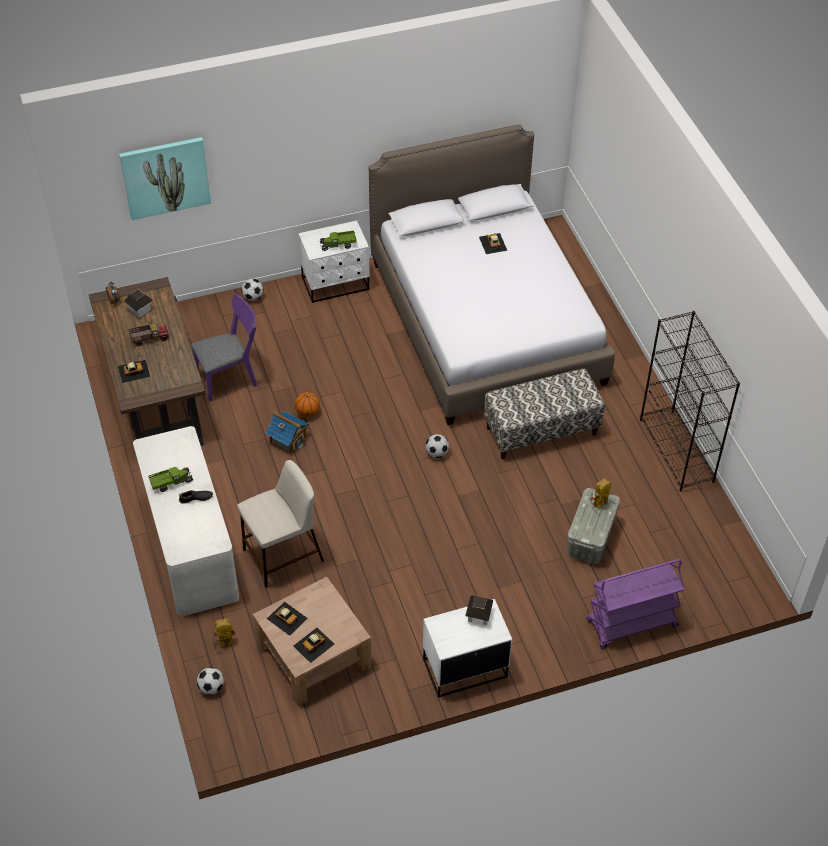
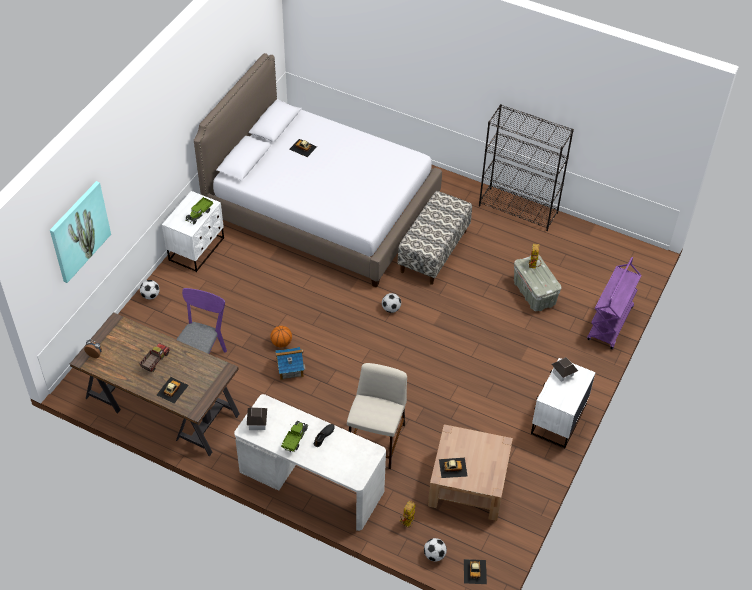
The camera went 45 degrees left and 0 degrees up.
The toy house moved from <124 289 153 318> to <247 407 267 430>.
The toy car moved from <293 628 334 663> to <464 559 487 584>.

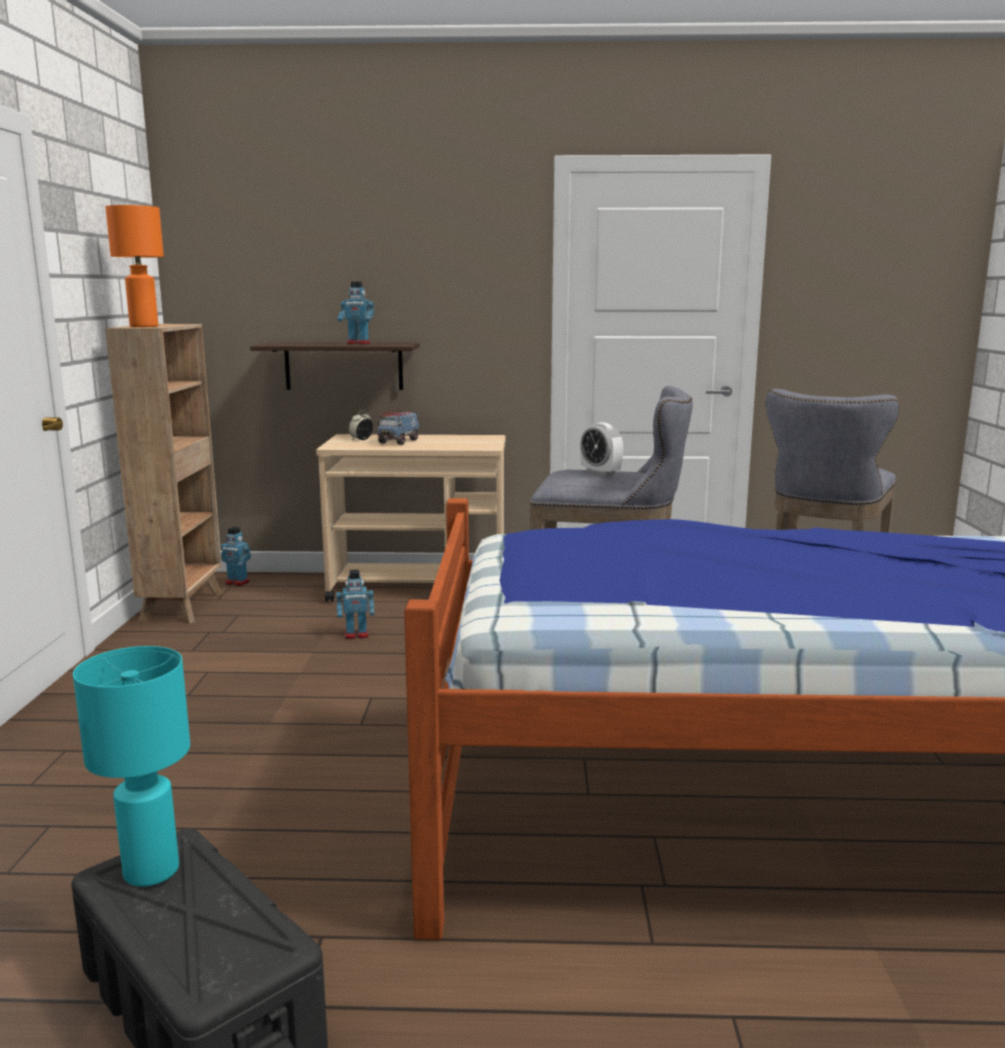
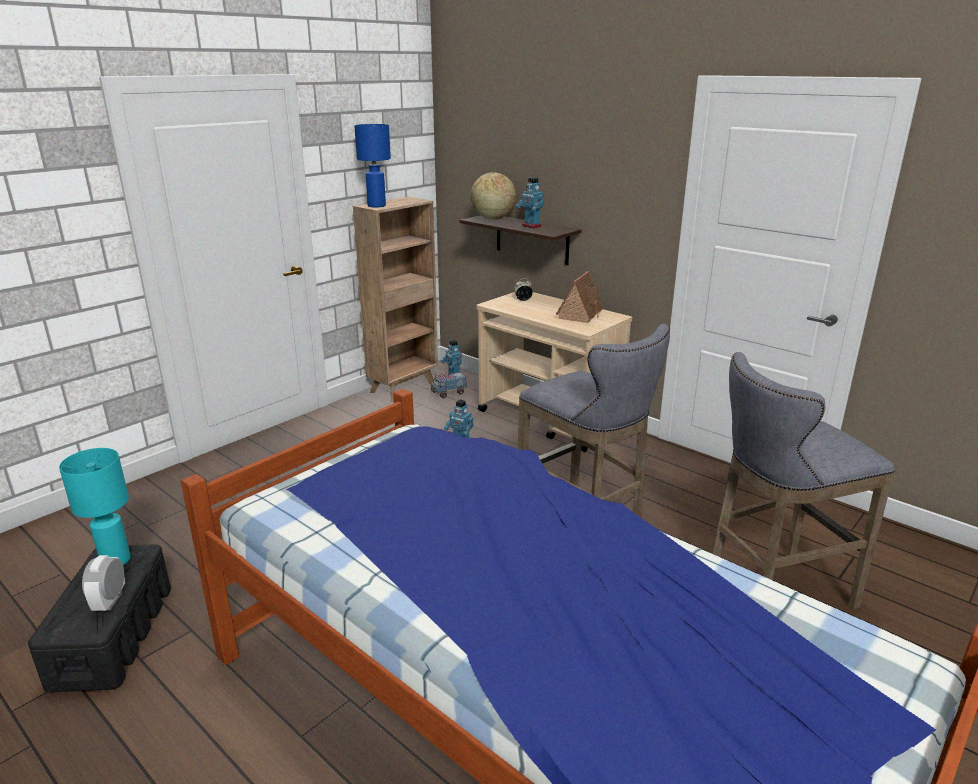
The camera went 40 degrees right and 10 degrees up.
The table lamp (orange) at <105 205 164 327> became the table lamp (blue) at <354 124 391 207>.
The toy truck moved from <377 410 419 445> to <430 371 467 398>.
The alarm clock moved from <580 422 623 476> to <82 555 125 611>.
The globe at <471 172 516 220> appeared.
The toy house at <556 271 603 323> appeared.

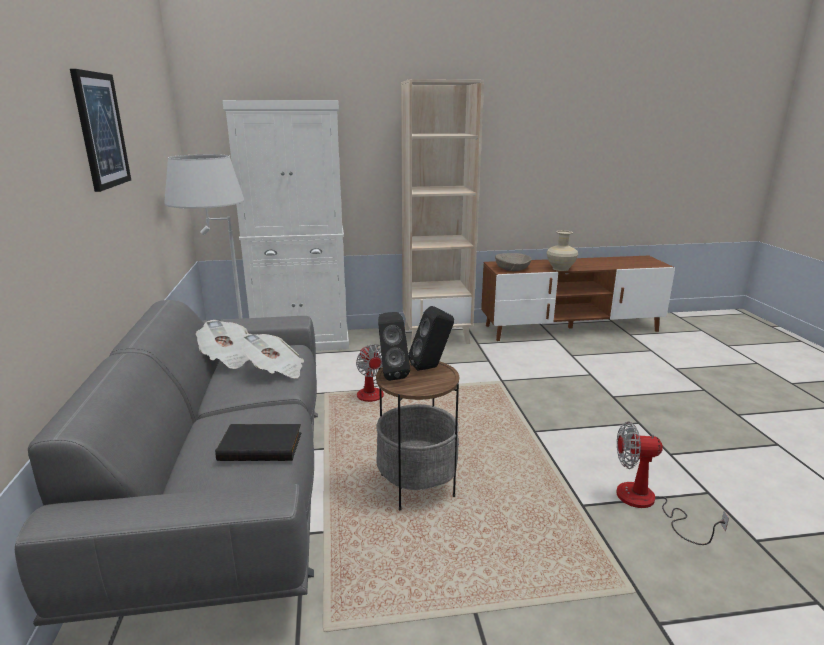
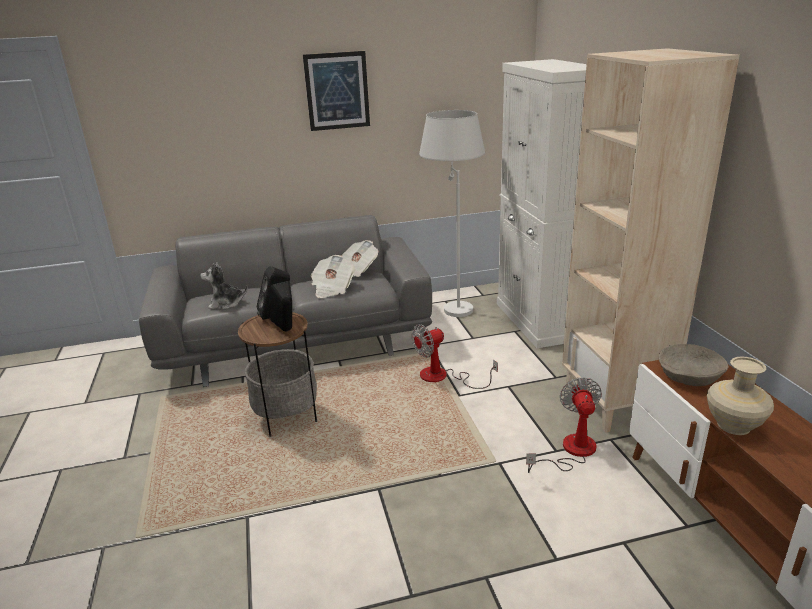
The camera went 85 degrees right and 5 degrees up.
The fan moved from <616 421 729 545> to <526 377 602 473>.
The book (black) at <215 424 301 461> was replaced by the plush toy at <200 263 248 310>.

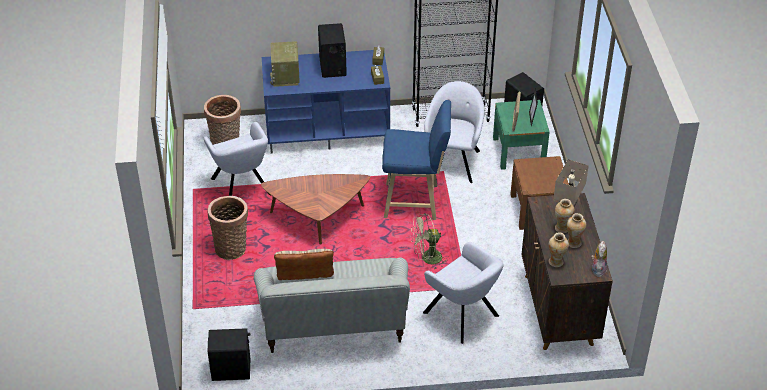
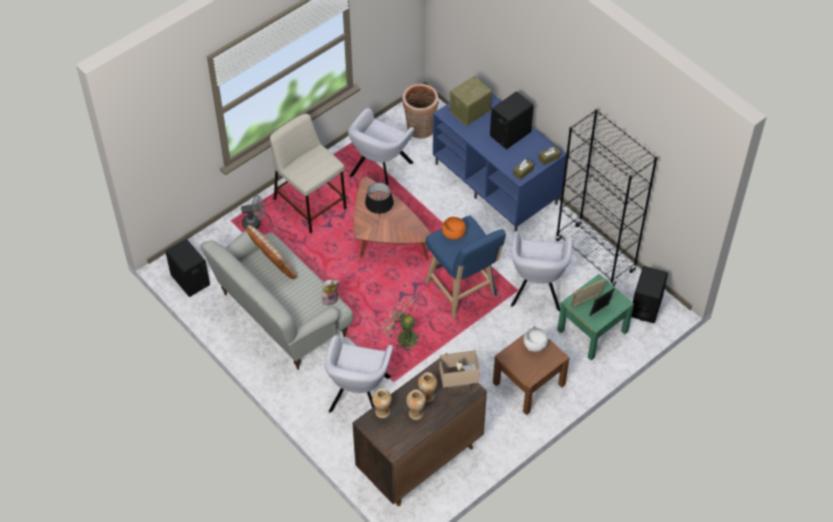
The camera went 55 degrees right and 10 degrees up.
The armchair (grey) at <424 81 485 183> turned 120 degrees clockwise.
The basket at <208 196 248 260> was replaced by the stool (beige) at <270 114 347 233>.
The plush toy moved from <591 241 607 277> to <322 279 340 306>.
The table lamp (black) at <365 182 394 214> appeared.
The fan (grey) at <241 195 265 229> appeared.
The bowl (orange) at <442 217 466 240> appeared.
The bowl (white) at <524 327 548 352> appeared.

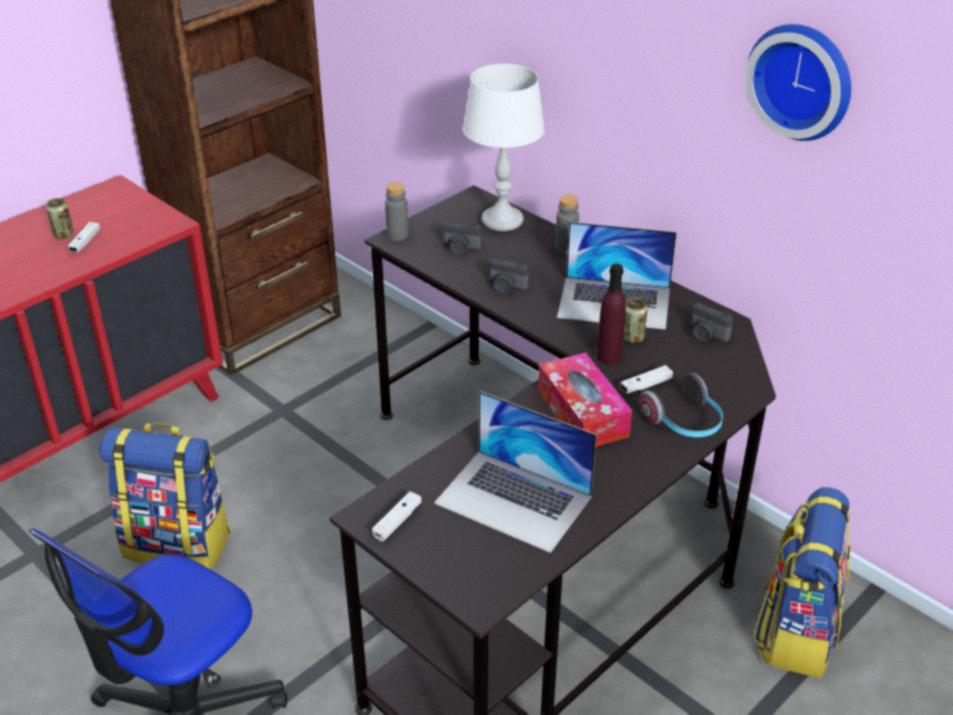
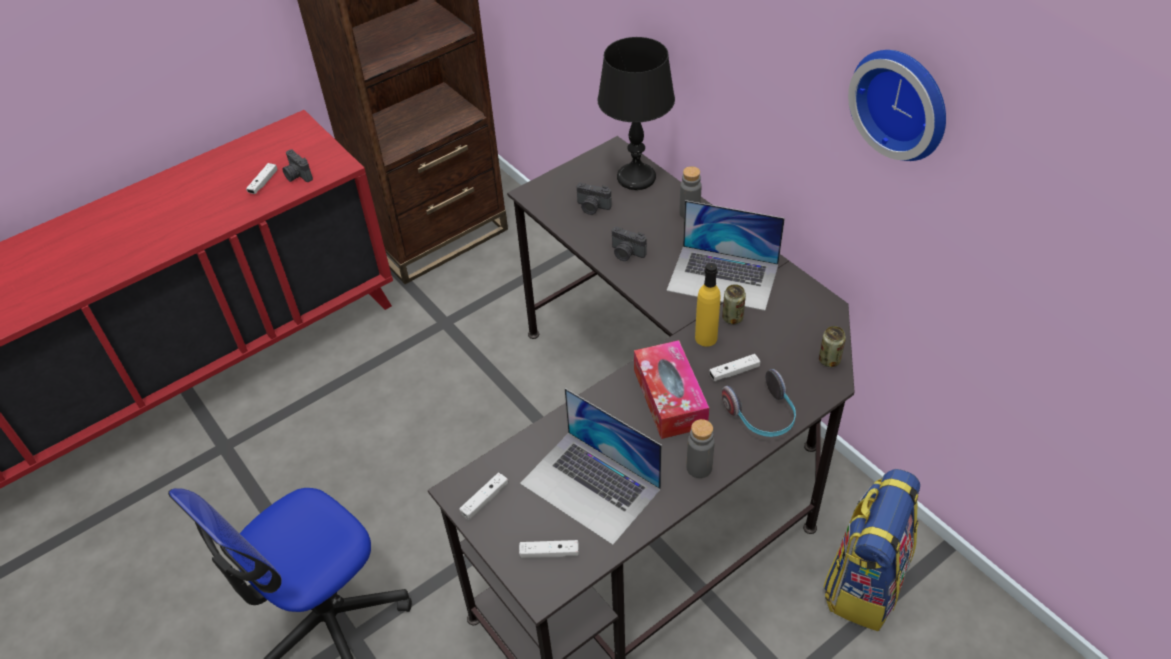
The camera went 10 degrees right and 10 degrees up.
The table lamp (white) at <463 64 545 231> became the table lamp (black) at <597 37 675 190>.
The bottle (grey) moved from <385 182 409 241> to <686 419 715 478>.
The can moved from <46 198 74 239> to <819 326 846 367>.
The bottle (purple) at <597 263 626 365> became the bottle (yellow) at <695 263 721 347>.
The photo camera moved from <691 303 733 342> to <282 149 313 182>.
The backpack at <99 423 231 570> disappeared.
The game controller (white) at <519 540 579 558> appeared.

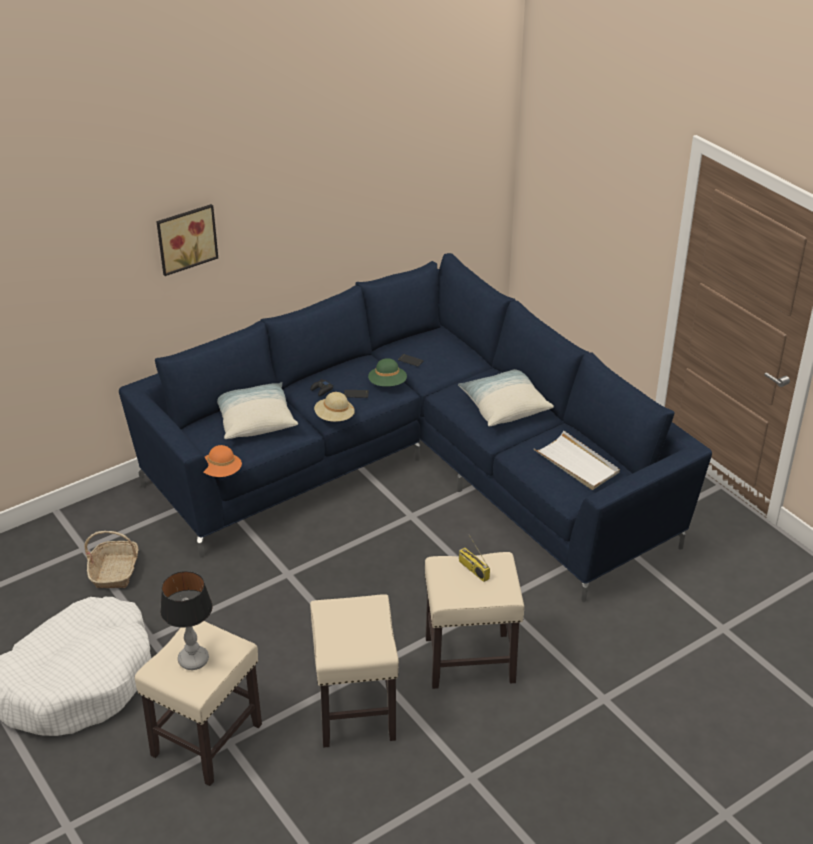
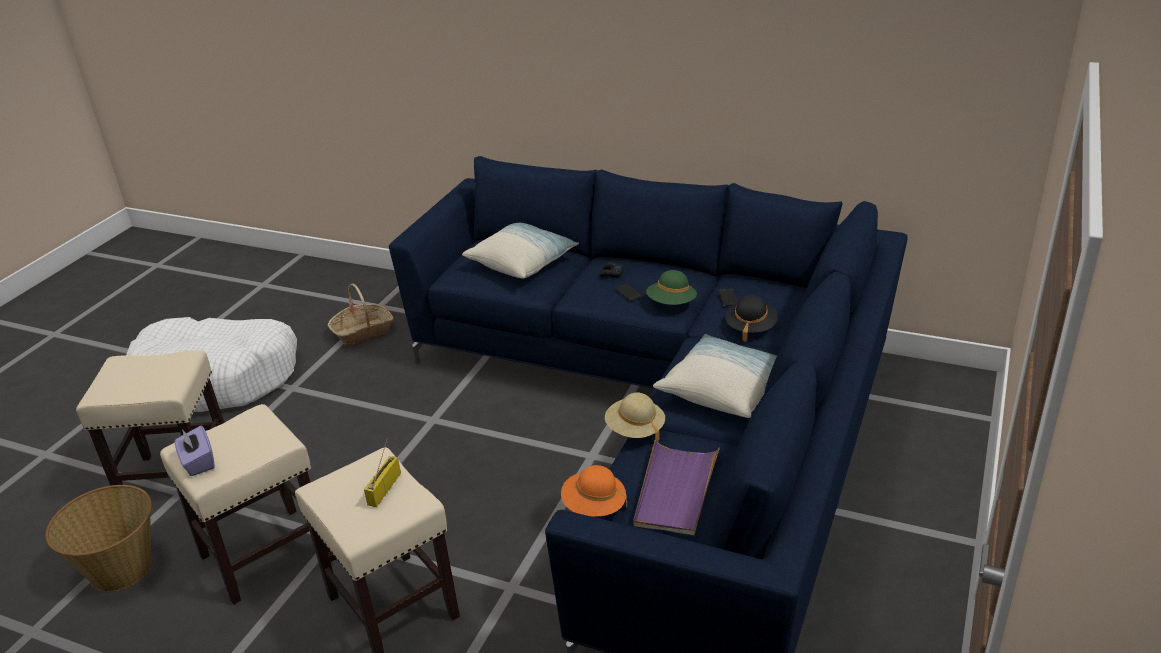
The camera went 60 degrees right and 5 degrees down.
The picture at <156 204 218 276> disappeared.
The hat (beige) moved from <314 392 355 422> to <605 392 665 442>.
The tray (white) at <534 430 620 490> became the tray (purple) at <633 439 720 535>.
The hat (orange) moved from <203 445 242 477> to <561 465 627 517>.
The table lamp at <160 571 212 670> disappeared.
The hat (black) at <725 295 778 342> appeared.
The tissue box (purple) at <175 425 215 476> appeared.
The basket at <45 485 152 592> appeared.

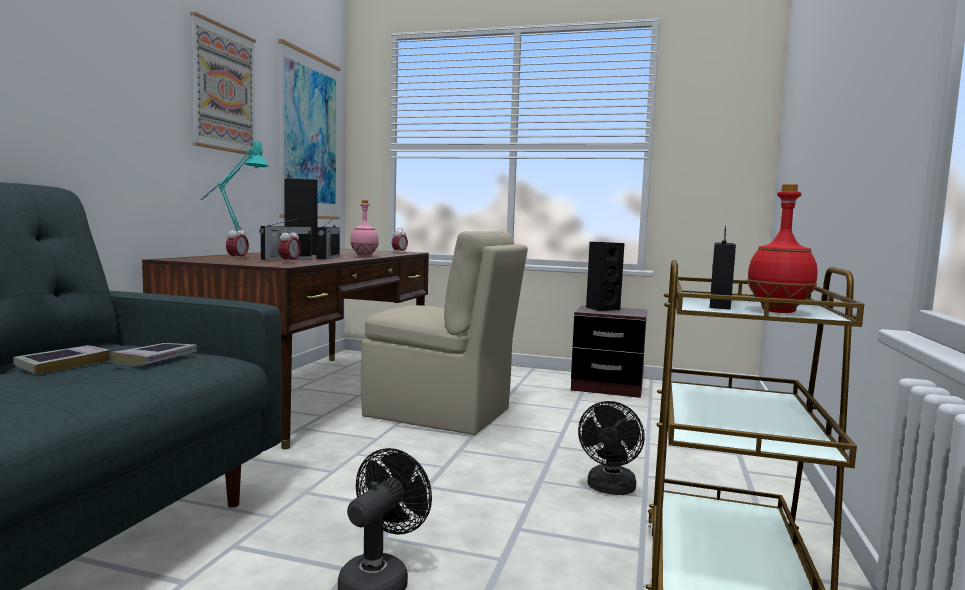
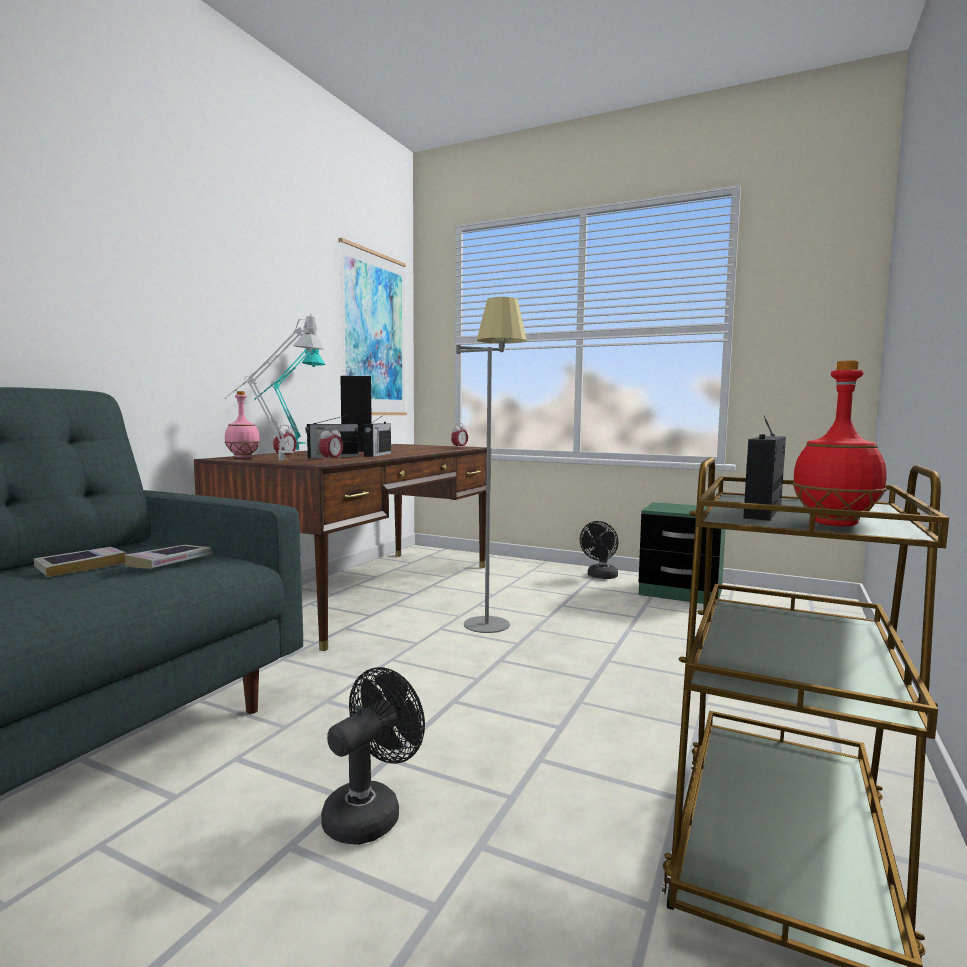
The camera went 10 degrees right and 0 degrees up.
The picture at <190 12 256 155> disappeared.
The bottle (pink) moved from <351 200 379 257> to <225 391 260 458>.
The chair (beige) at <361 231 528 435> was replaced by the floor lamp (grey) at <456 297 527 633>.
The speaker (black) at <586 242 625 311> disappeared.
The nightstand (brown) at <571 305 647 398> became the nightstand (green) at <639 502 726 604>.
The fan (black) moved from <578 401 645 495> to <580 521 618 579>.
The table lamp (grey) at <225 314 325 460> appeared.

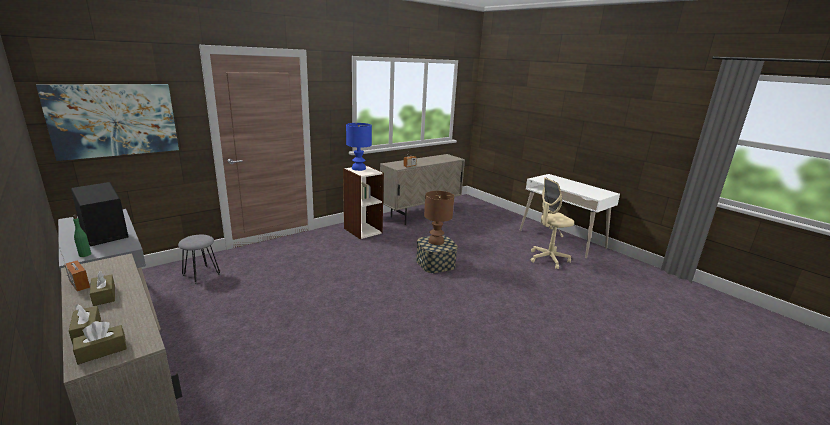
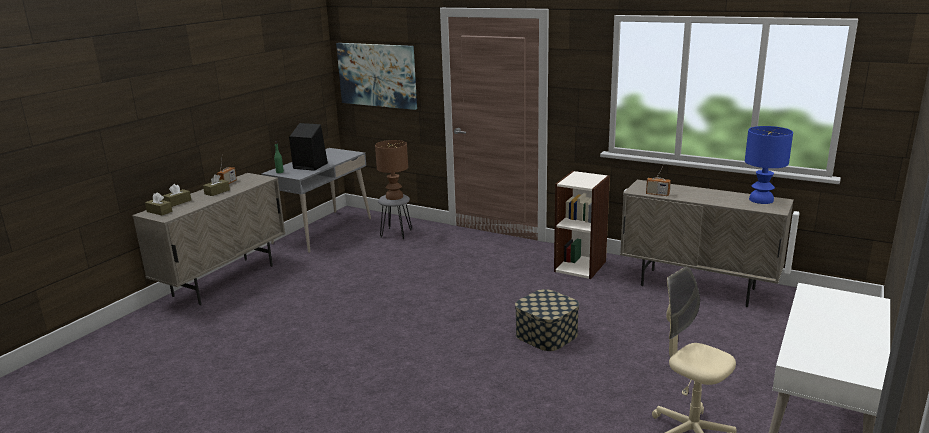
The camera went 70 degrees right and 0 degrees up.
The table lamp (blue) moved from <346 123 372 171> to <745 126 793 204>.
The table lamp (brown) moved from <424 191 454 245> to <375 140 408 200>.

